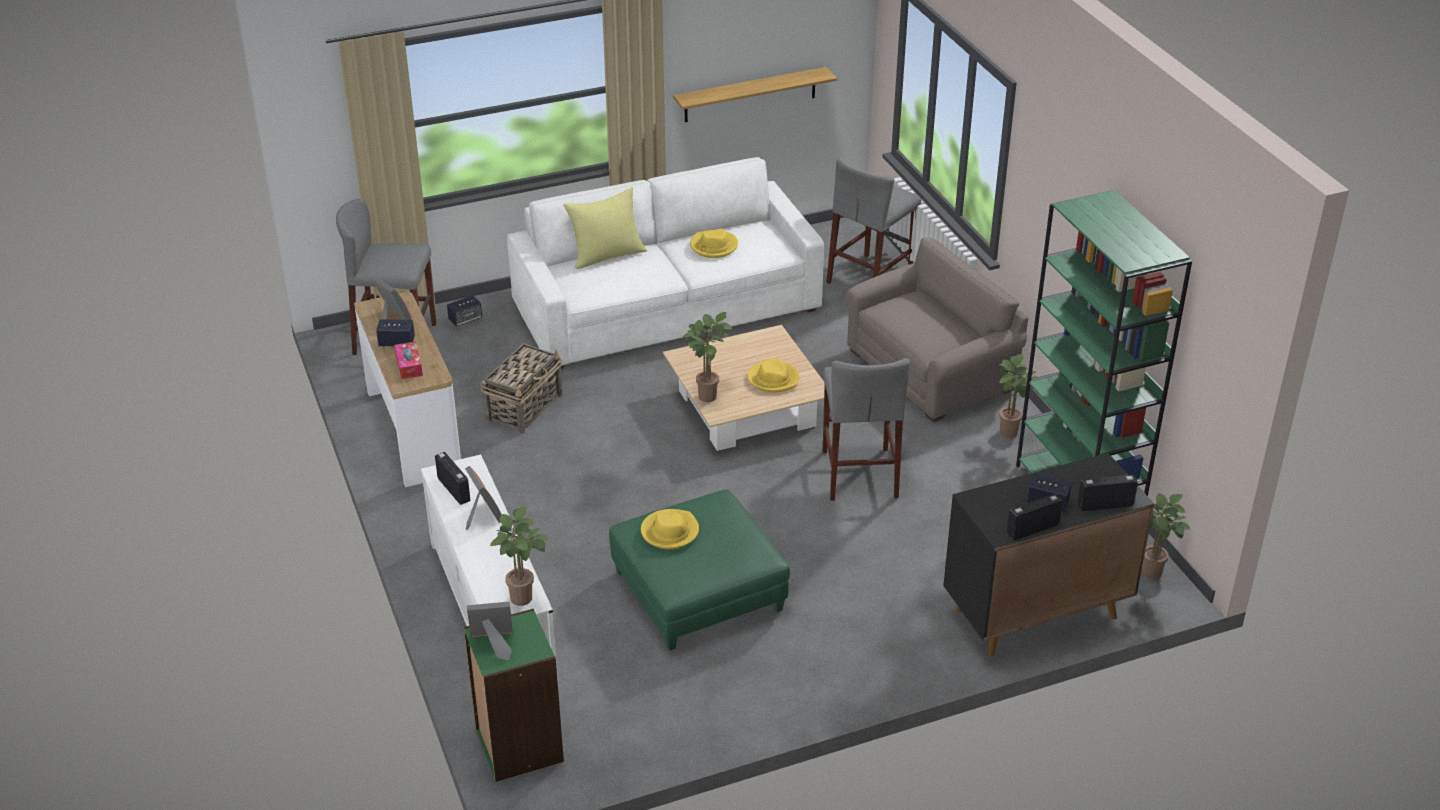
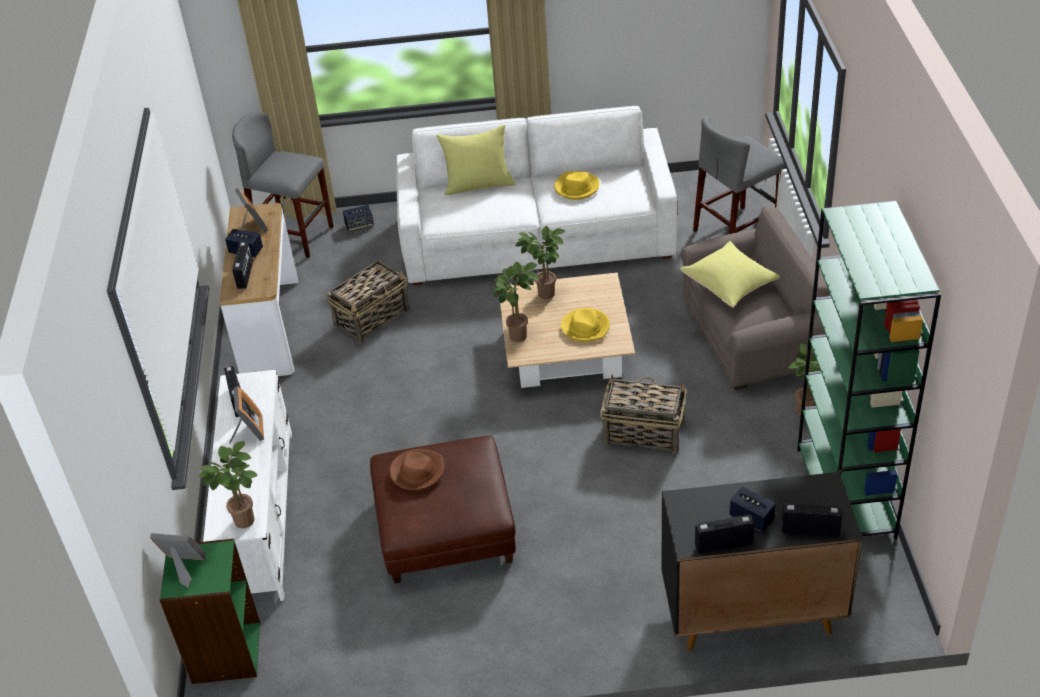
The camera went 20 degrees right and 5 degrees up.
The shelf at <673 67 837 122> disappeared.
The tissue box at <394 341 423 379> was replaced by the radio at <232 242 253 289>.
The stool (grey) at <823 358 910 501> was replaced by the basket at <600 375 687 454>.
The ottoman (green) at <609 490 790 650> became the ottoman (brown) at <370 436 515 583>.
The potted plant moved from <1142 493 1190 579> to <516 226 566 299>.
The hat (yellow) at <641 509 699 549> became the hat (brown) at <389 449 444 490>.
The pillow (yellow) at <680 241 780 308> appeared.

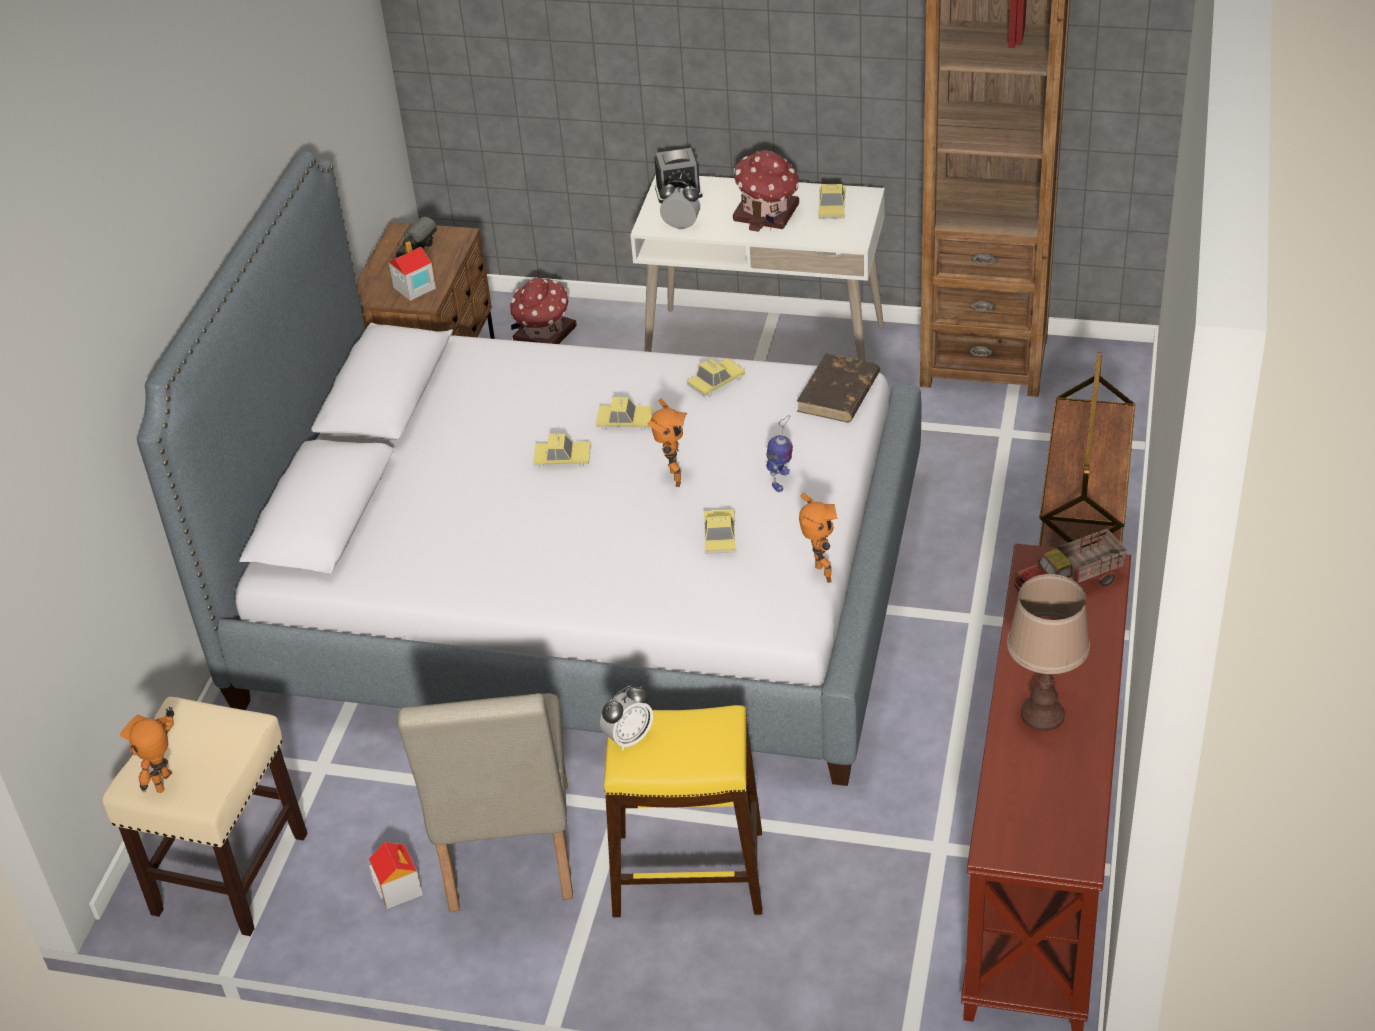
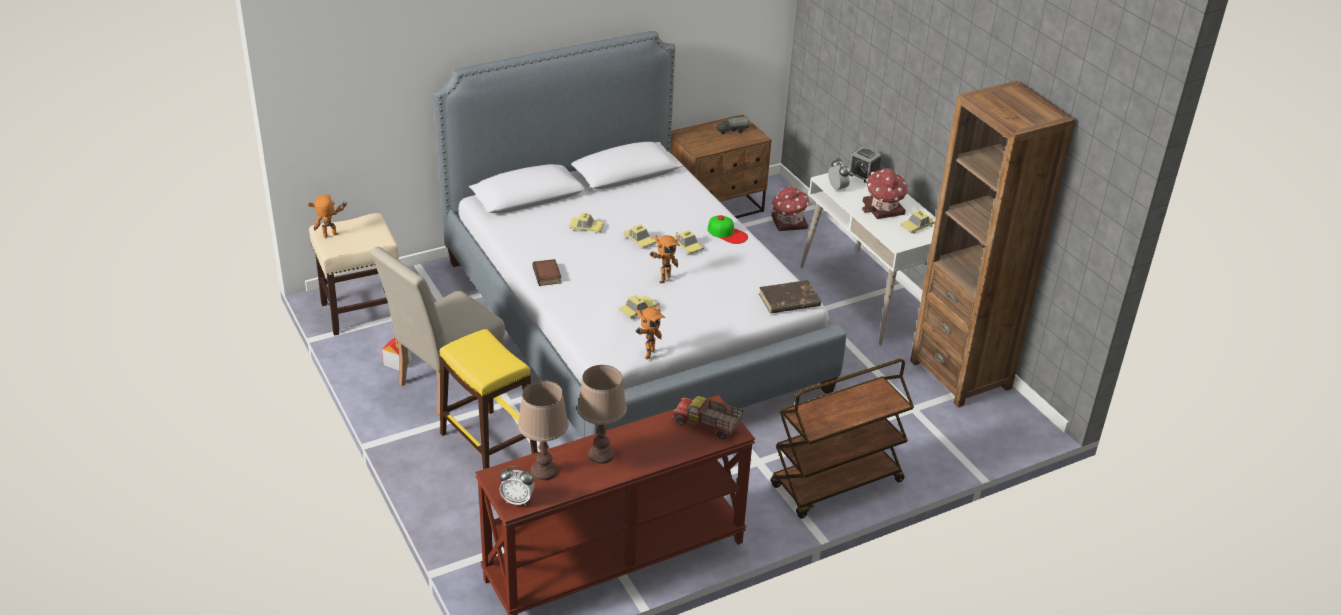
The camera went 45 degrees right and 5 degrees down.
The toy house at <389 241 436 301> disappeared.
The toy car moved from <686 358 745 397> to <569 213 604 234>.
The toy robot at <766 416 793 492> disappeared.
The alarm clock moved from <600 685 653 751> to <499 466 535 506>.
The cap at <708 215 748 244> appeared.
The book at <532 259 561 286> appeared.
The table lamp (brown) at <518 380 568 481> appeared.

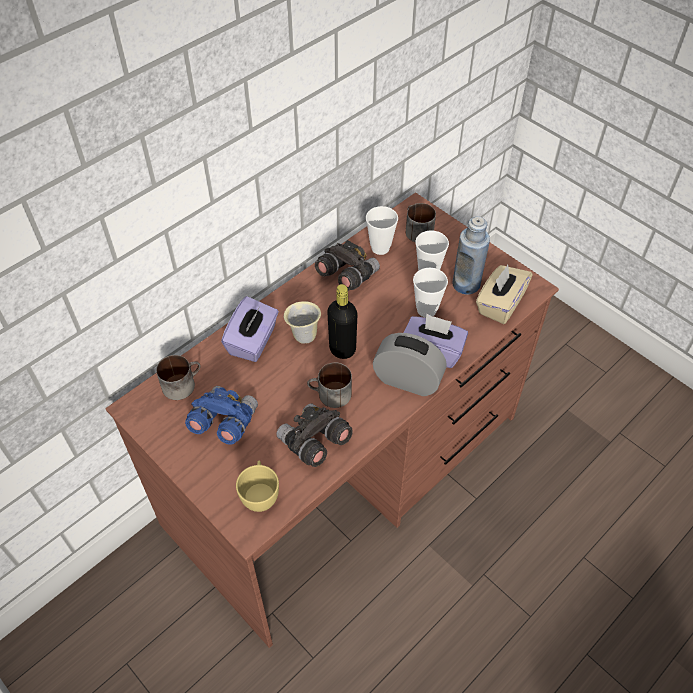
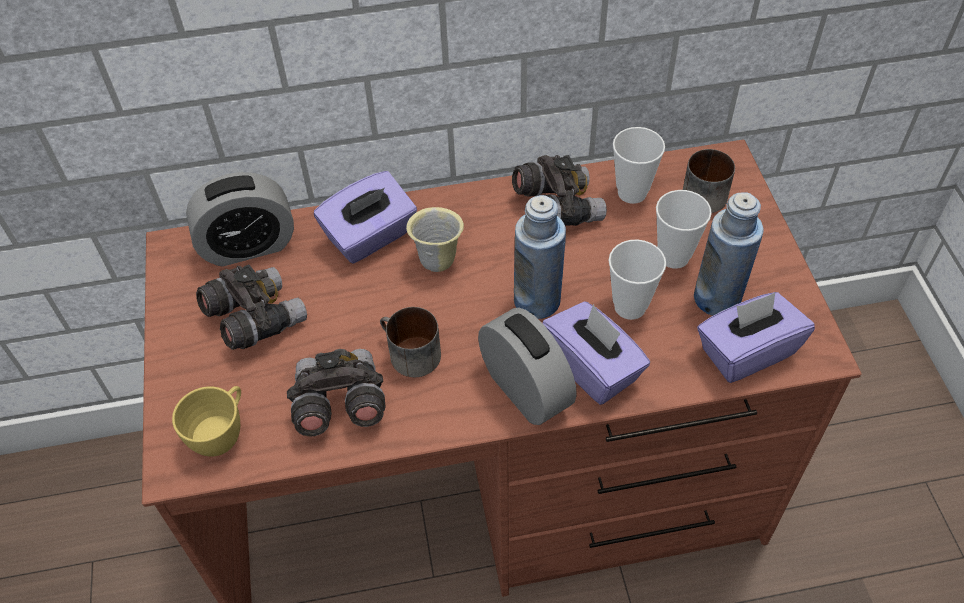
The camera went 35 degrees right and 0 degrees up.
The tissue box (beige) at <476 265 533 324> became the tissue box (purple) at <697 292 815 383>.
The bottle (black) at <327 284 357 359> disappeared.
The mug at <156 355 201 400> was replaced by the alarm clock at <186 172 294 267>.
The binoculars (blue) at <185 386 258 445> became the binoculars (grey) at <196 265 307 350>.
The bottle (blue) at <514 195 566 319> appeared.

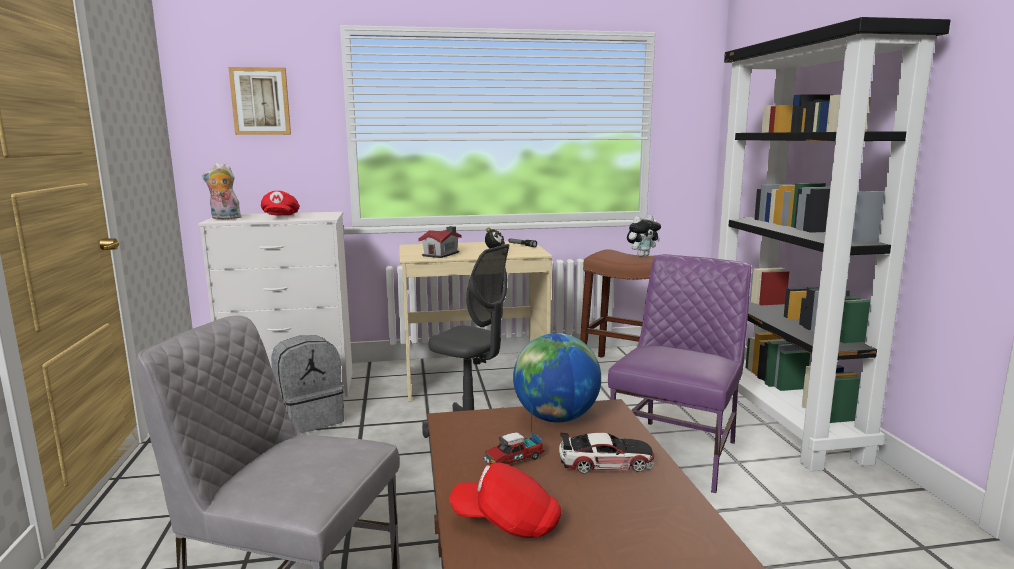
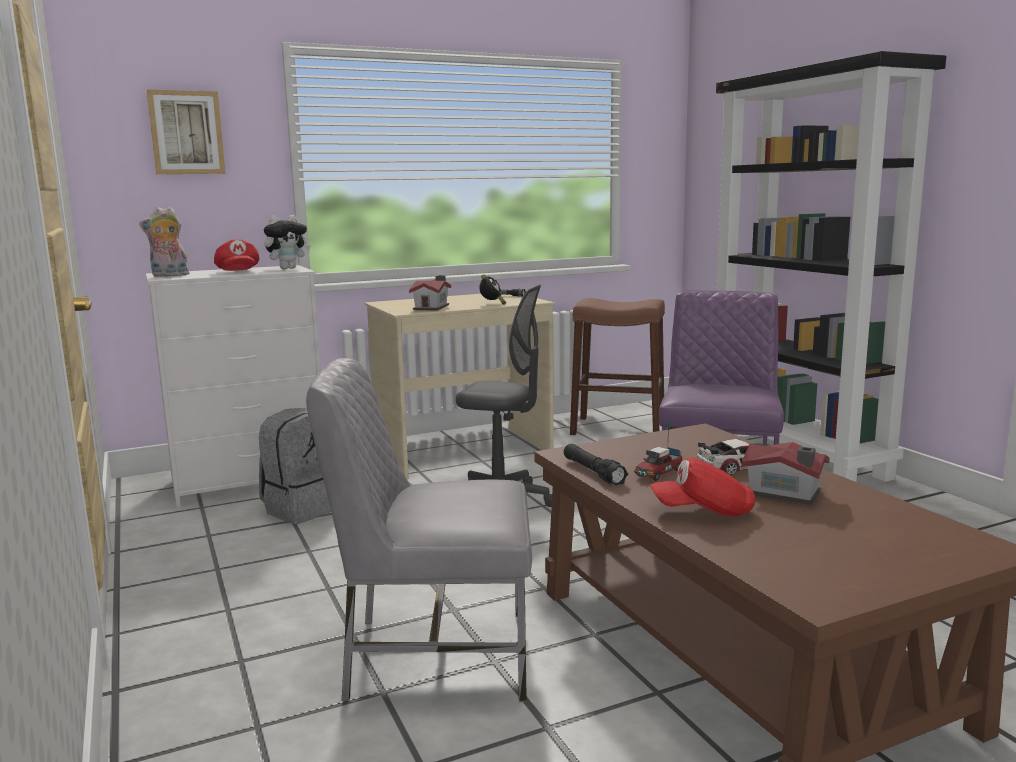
The camera went 15 degrees left and 0 degrees up.
The plush toy moved from <627 215 661 257> to <264 215 311 269>.
The globe at <513 333 601 422> disappeared.
The toy house at <742 442 830 506> appeared.
The flashlight (black) at <564 444 628 485> appeared.

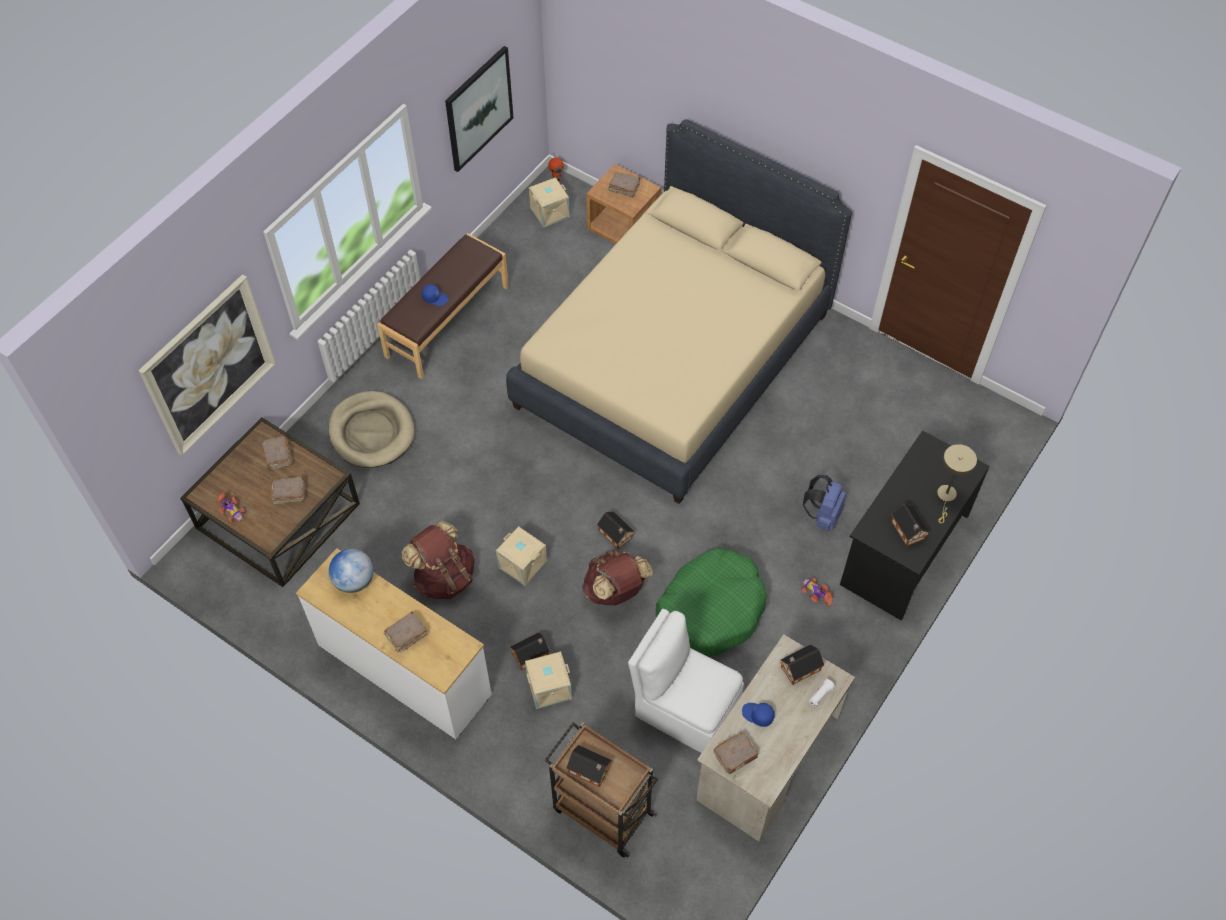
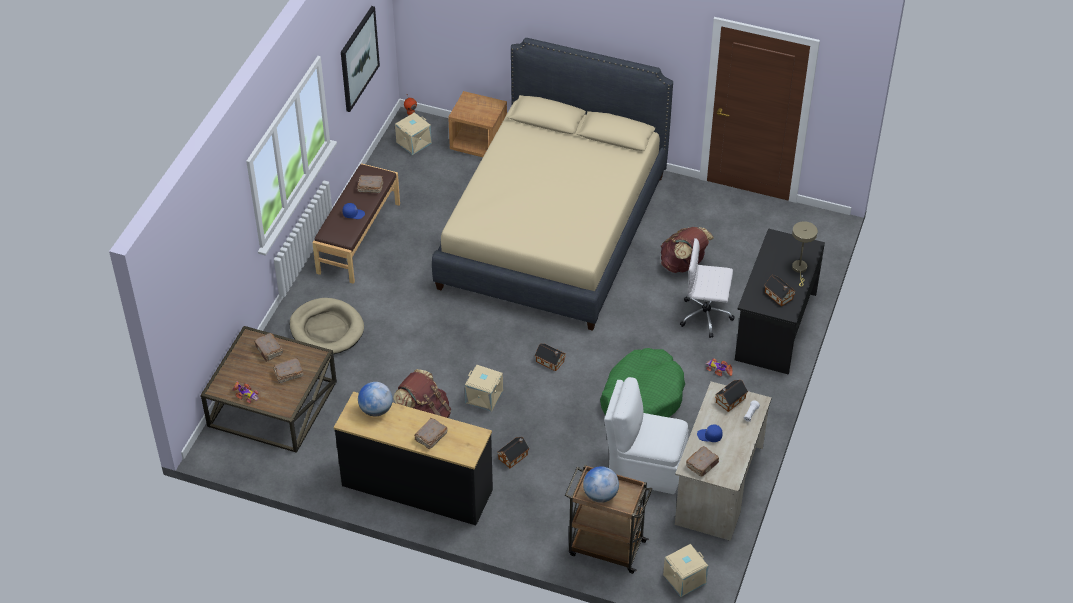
The camera went 15 degrees left and 10 degrees down.
The book (brown) moved from <608 171 641 197> to <357 175 383 193>.
The picture at <138 274 276 455> disappeared.
The backpack (blue) at <803 475 846 531> was replaced by the office chair (white) at <680 238 735 338>.
The dresser (white) at <296 548 492 739> became the dresser (black) at <334 391 493 525>.
The backpack (brown) moved from <582 550 653 605> to <661 227 714 273>.
The storage box (beige) moved from <525 651 572 709> to <663 544 708 597>.
The toy house at <566 745 612 787> was replaced by the globe at <583 466 619 503>.

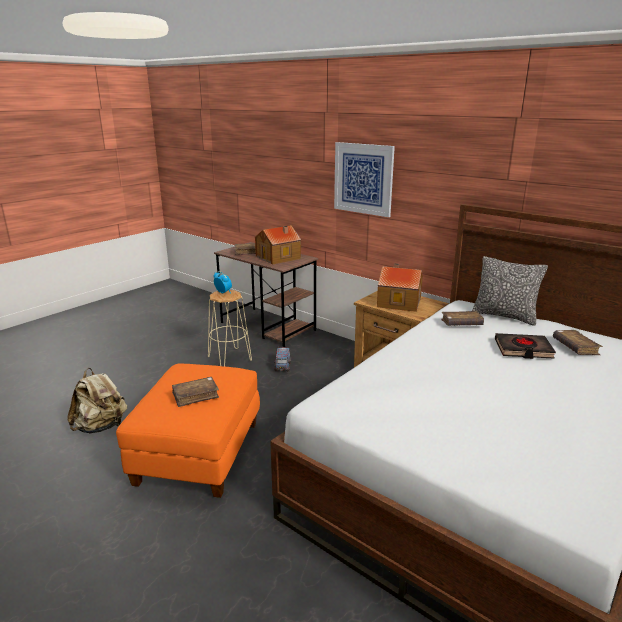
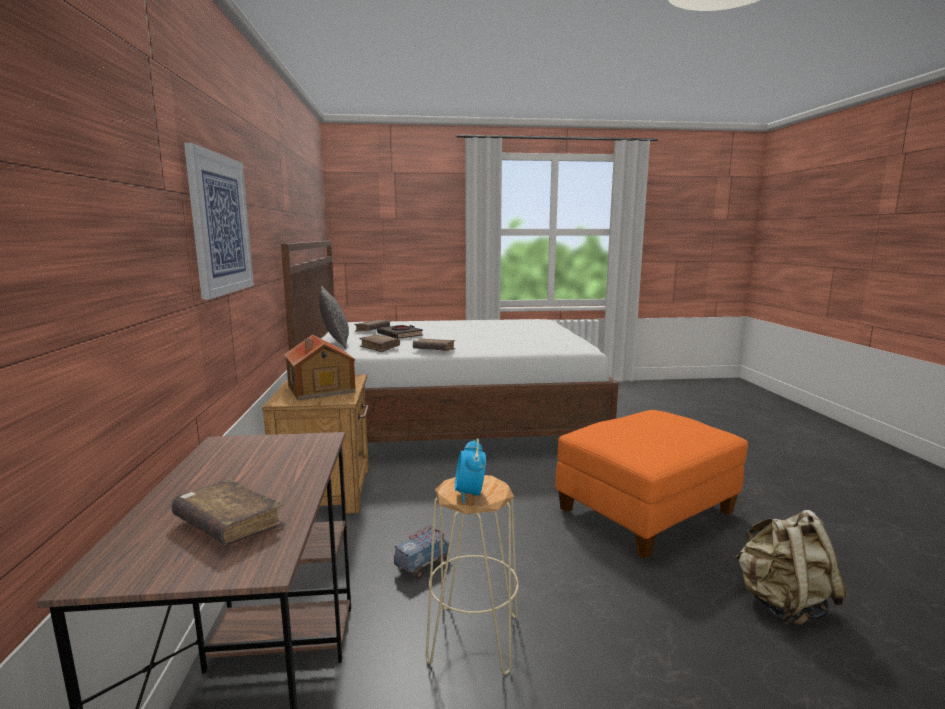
The camera went 135 degrees left and 10 degrees down.
The toy house at <255 225 301 265> disappeared.
The book (brown) moved from <172 377 219 407> to <413 339 456 351>.

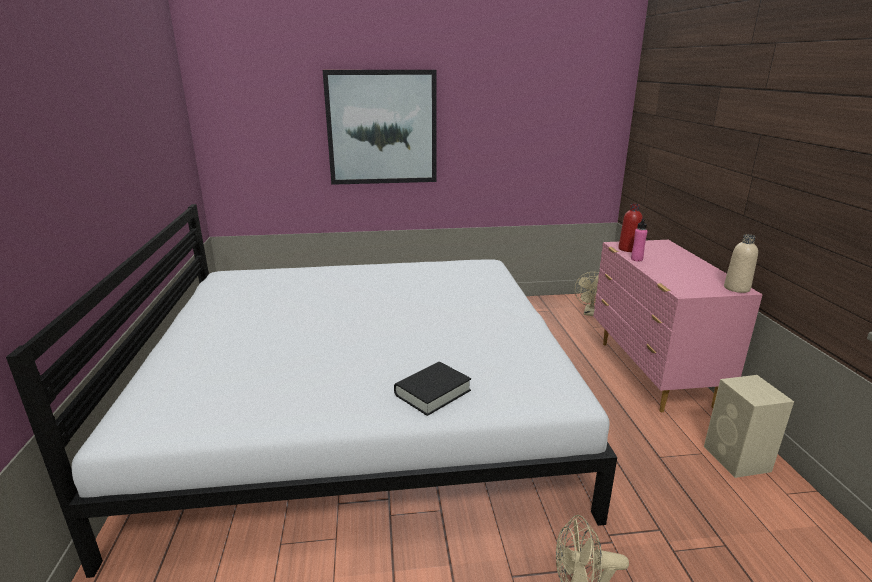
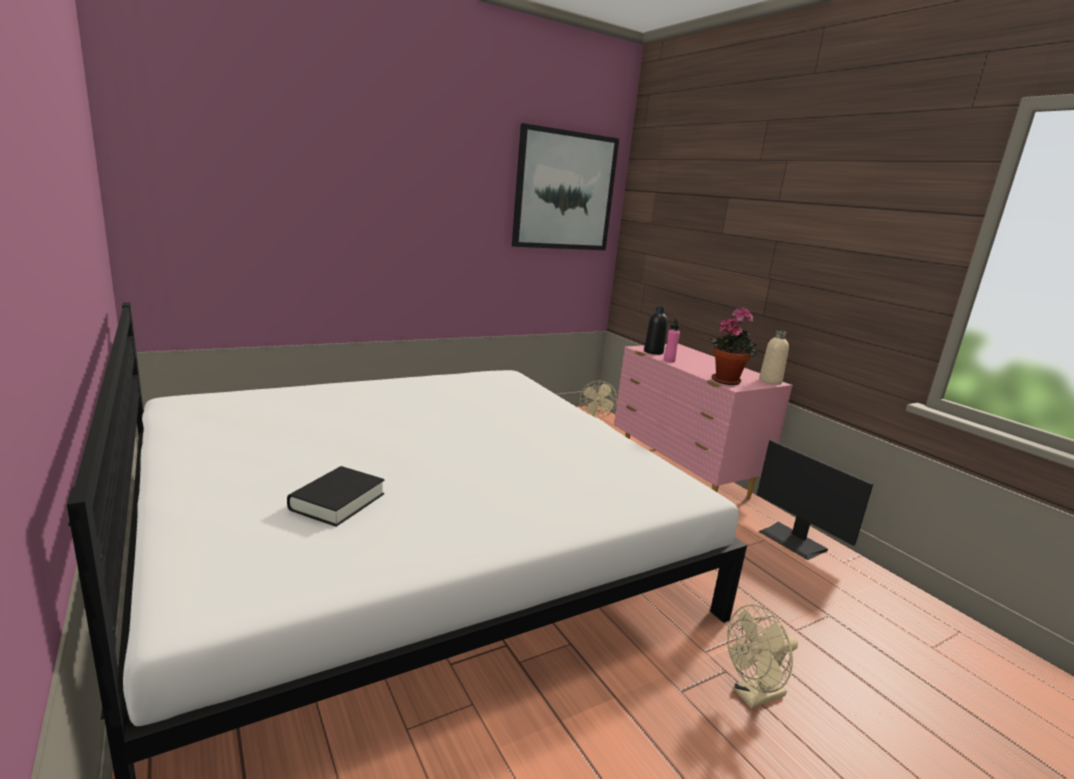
The camera went 25 degrees left and 5 degrees down.
The picture moved from <323 70 437 185> to <512 123 619 250>.
The bottle (red) at <618 204 643 252> became the bottle (black) at <644 306 668 355>.
The book (black) moved from <394 362 471 416> to <287 466 384 527>.
The speaker (beige) at <704 375 794 478> was replaced by the monitor at <757 440 873 560>.
The potted plant at <709 307 758 385> appeared.

